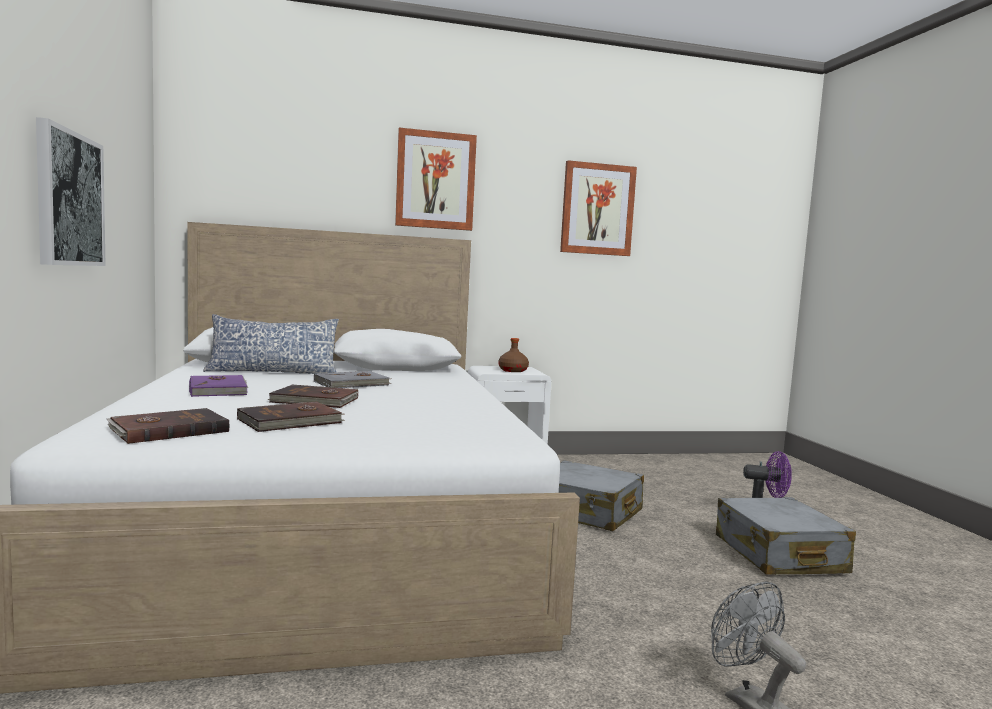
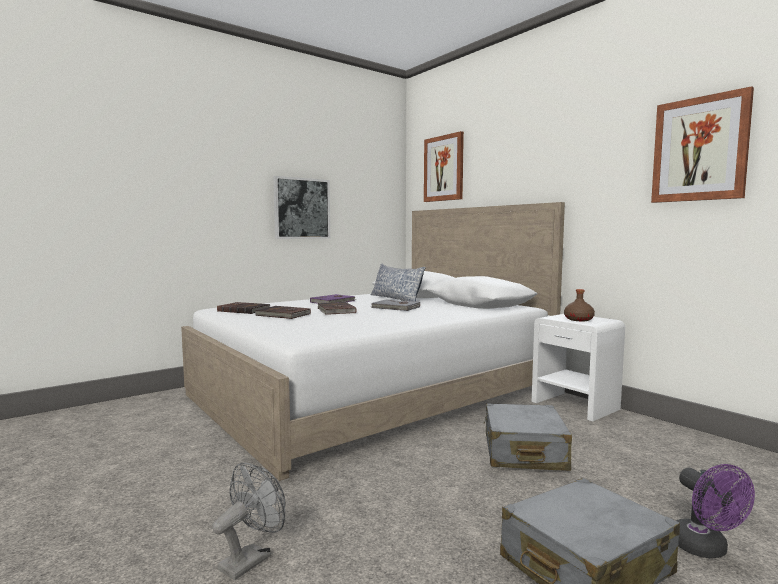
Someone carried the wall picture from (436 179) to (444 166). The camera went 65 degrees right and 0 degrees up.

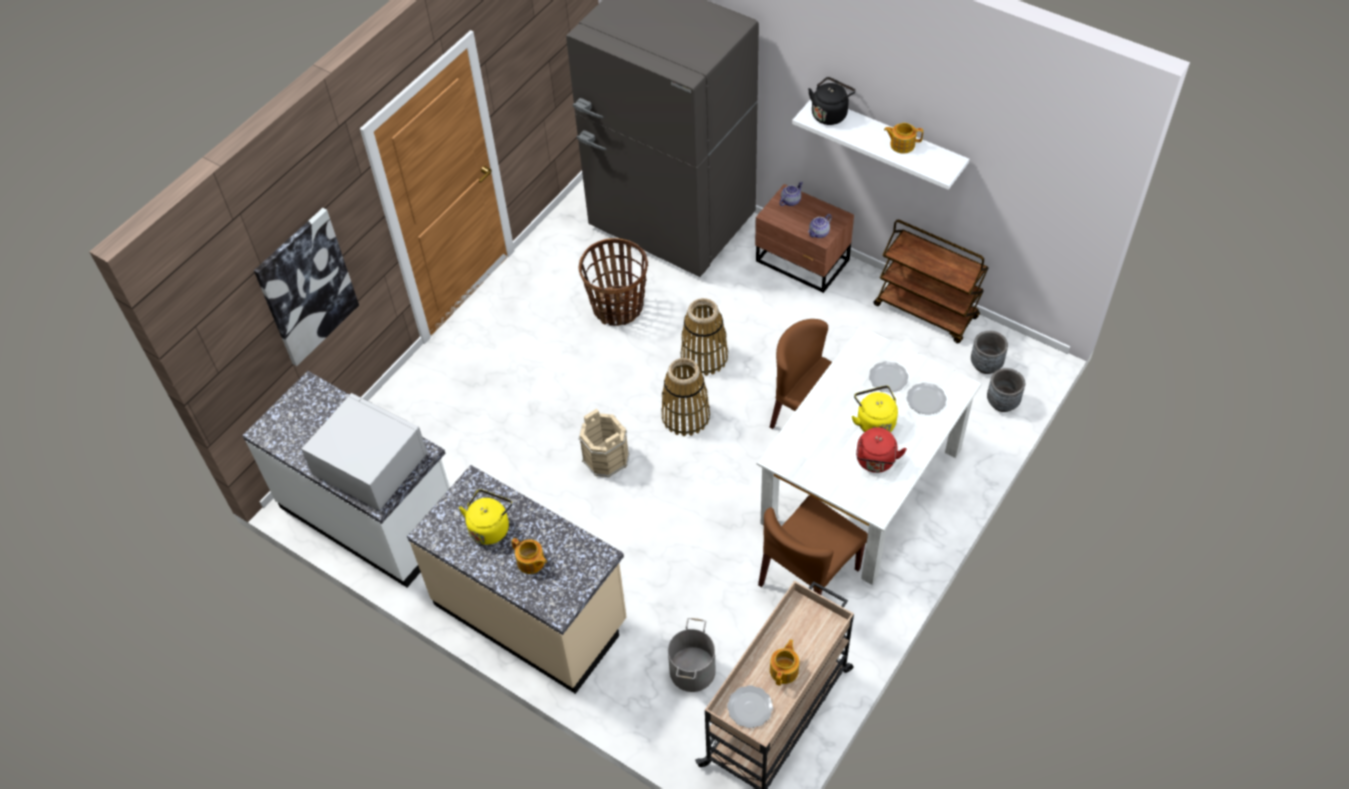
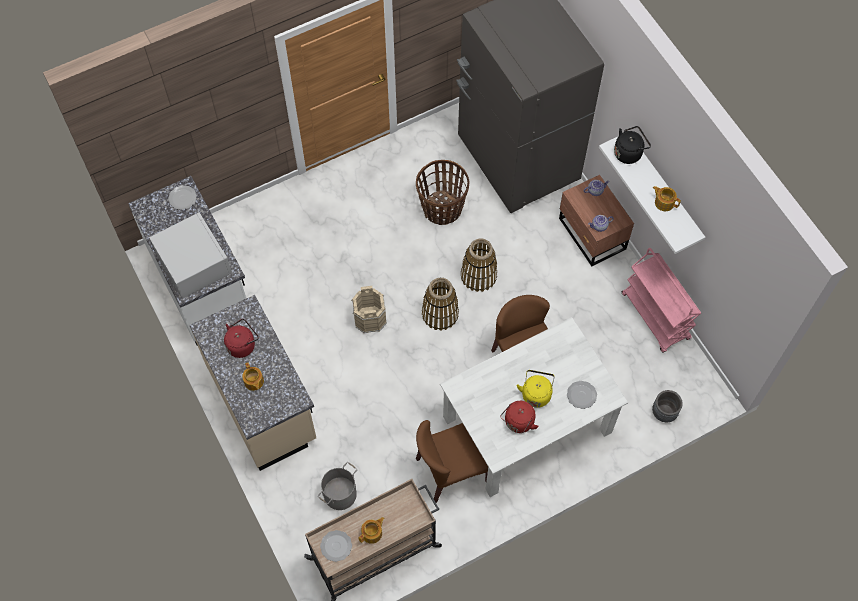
Someone took away the wall picture at (306 287). Someone took away the grey flower pot at (989 352). Someone carried the flat dish from (888 377) to (182 197). Someone repainted the yellow water kettle at (485 517), which became the reddish water kettle at (241 338). Someone repainted the brown-coloured trolley at (931 281), which became the pinkish trolley at (661 300). The camera went 25 degrees right and 10 degrees up.

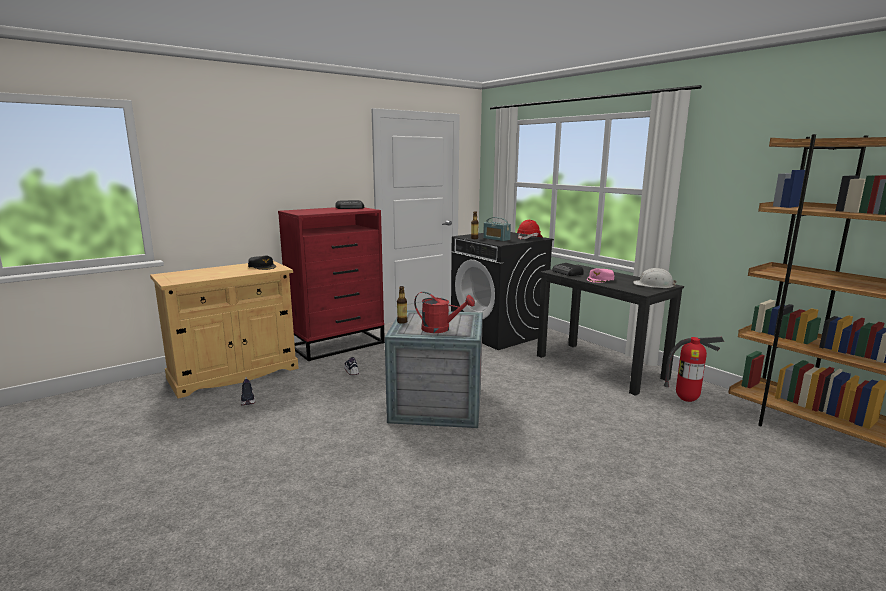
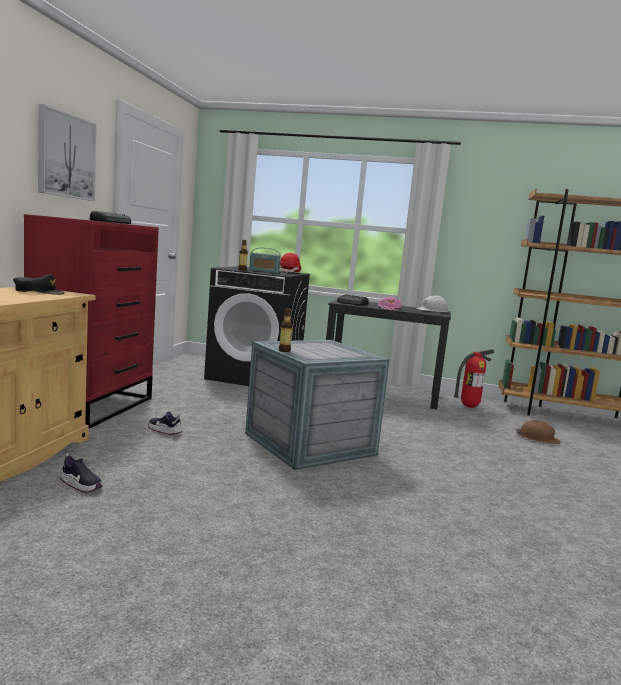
Someone took away the reddish watering pot at (444 312). Someone put up the wall picture at (67 152). Someone put down the brown-coloured safety helmet at (538 432). The camera went 40 degrees left and 5 degrees down.

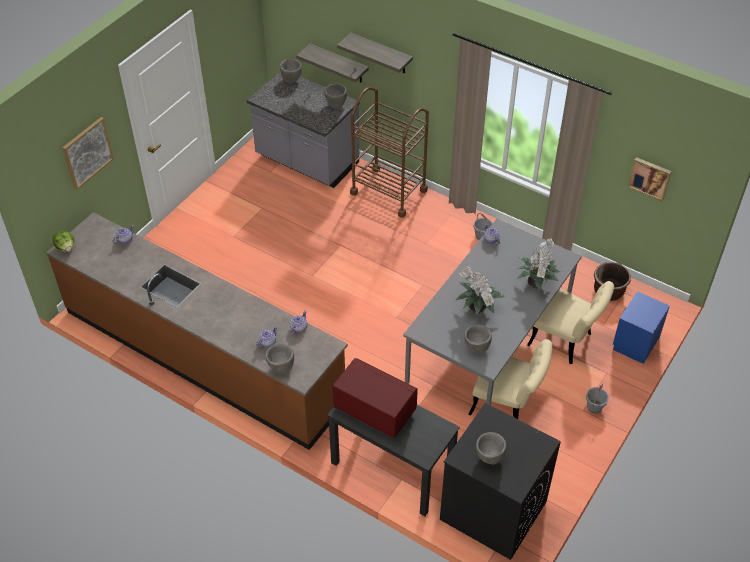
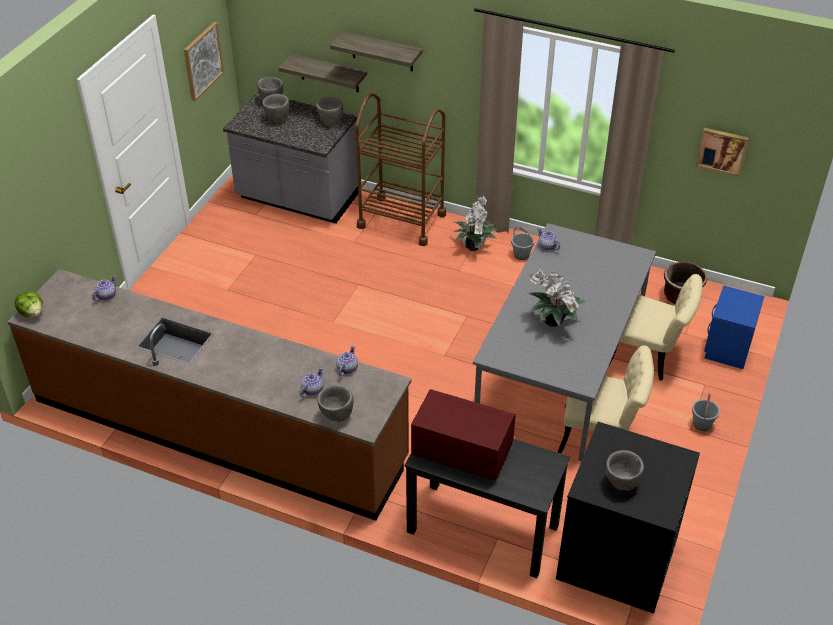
Someone carried the wall picture from (88 153) to (204 61). Someone carried the grey bowl from (478 338) to (275 108). Someone carried the potted plant from (538 264) to (475 223). The camera went 10 degrees left and 5 degrees down.

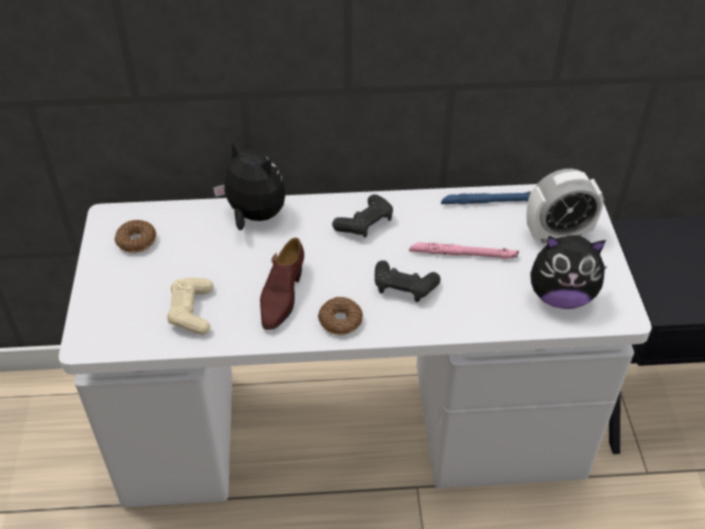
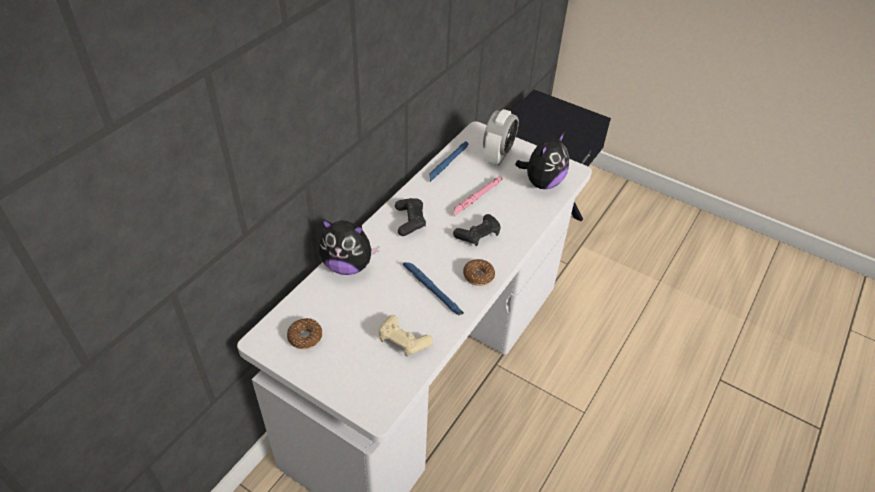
Someone swapped the brown-coloured shoe at (282 284) for the bluish flashlight at (433 288). Someone rotated the soft toy at (249 185) by 150 degrees counterclockwise. The camera went 55 degrees left and 0 degrees up.

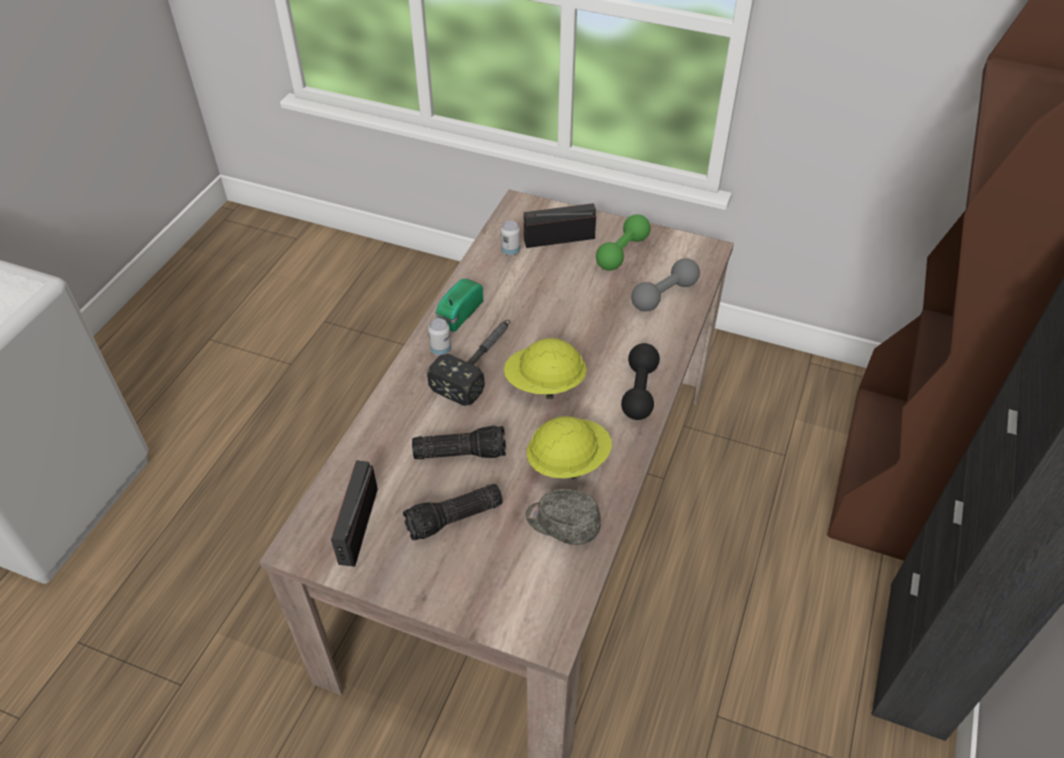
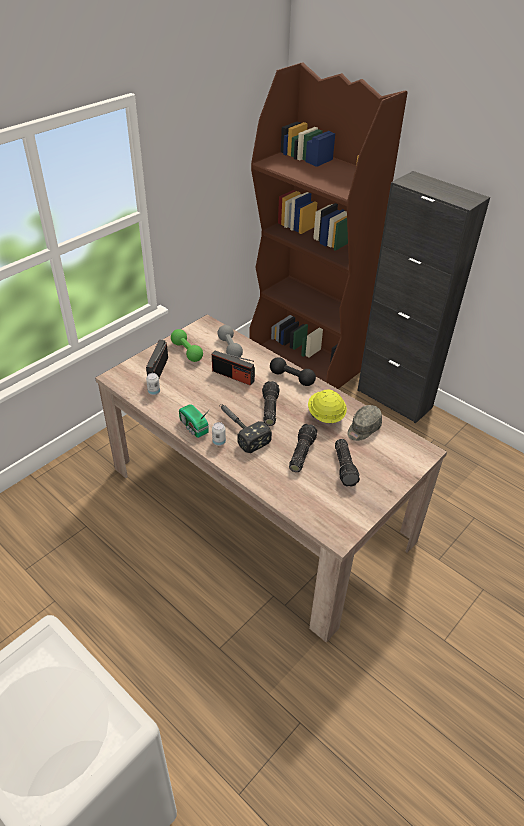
Someone carried the radio from (354 513) to (233 368). Someone swapped the yellow safety helmet at (545 368) for the flashlight at (270 403). The camera went 70 degrees left and 5 degrees down.

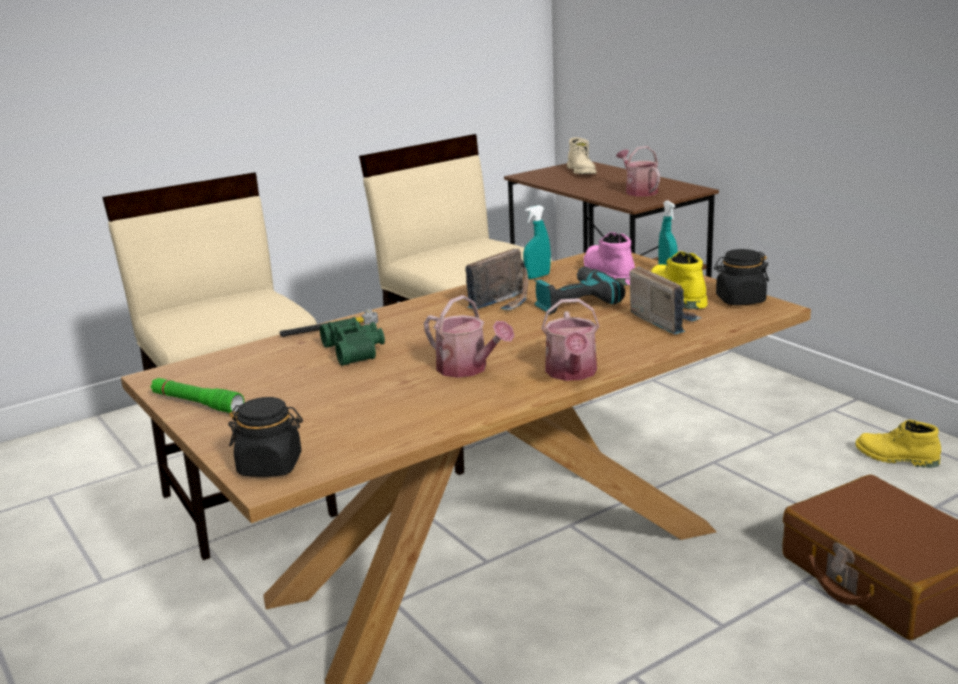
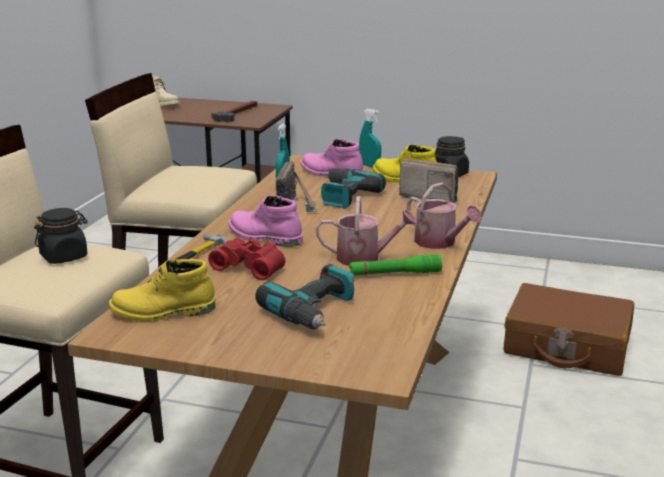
Someone put down the pinkish boot at (266 221). Someone put down the power drill at (304 297). Someone carried the green-coloured flashlight from (197 395) to (395 264). Someone carried the black-coloured storage jar from (265 437) to (61 236). Someone carried the yellow boot from (898 444) to (162 290). Someone swapped the watering pot at (638 171) for the hand hammer at (234 112). Someone repainted the green-coloured pair of binoculars at (352 341), which became the reddish pair of binoculars at (246 259). The camera went 40 degrees left and 0 degrees up.

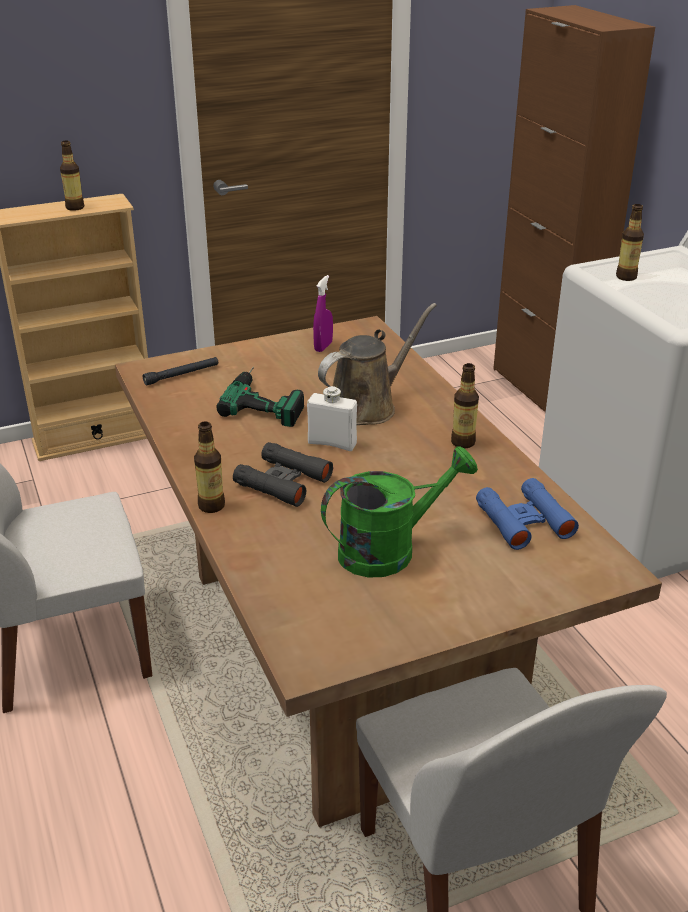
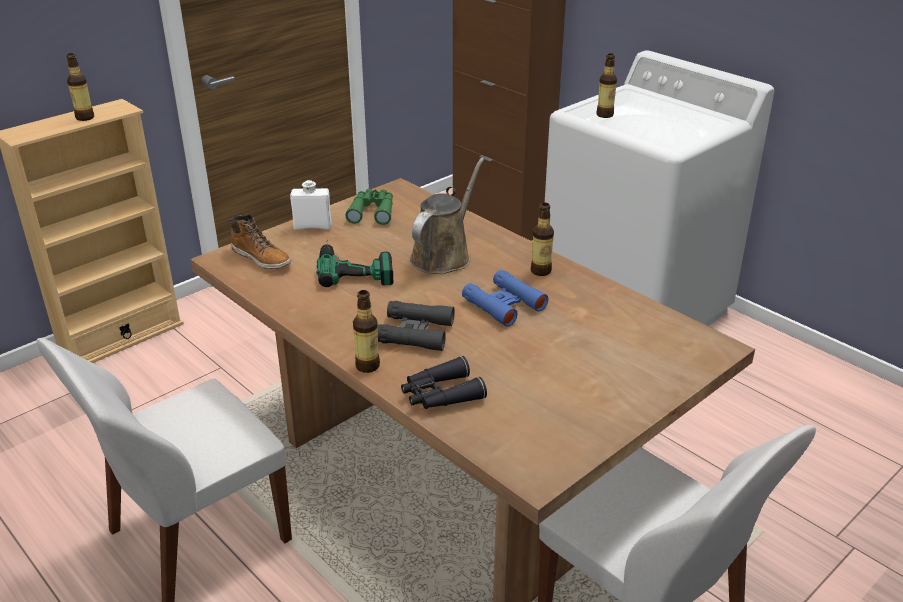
Someone took away the green-coloured watering pot at (399 512). Someone put down the black-coloured pair of binoculars at (444 382). Someone carried the white bottle from (332 418) to (311 205). Someone carried the bluish pair of binoculars from (527 514) to (505 298). Someone swapped the black-coloured flashlight at (180 371) for the boot at (260 241). Someone swapped the purple-coloured spray bottle at (323 313) for the green-coloured pair of binoculars at (369 207). The camera went 20 degrees left and 0 degrees up.

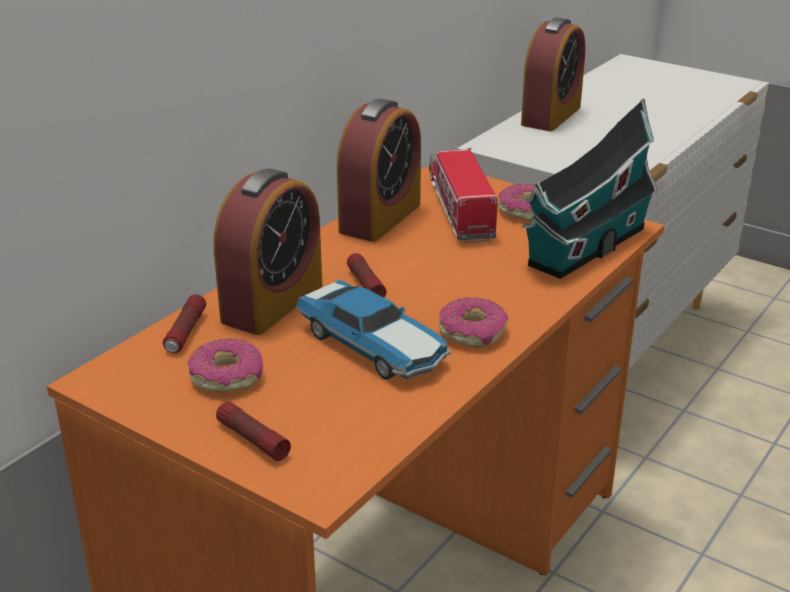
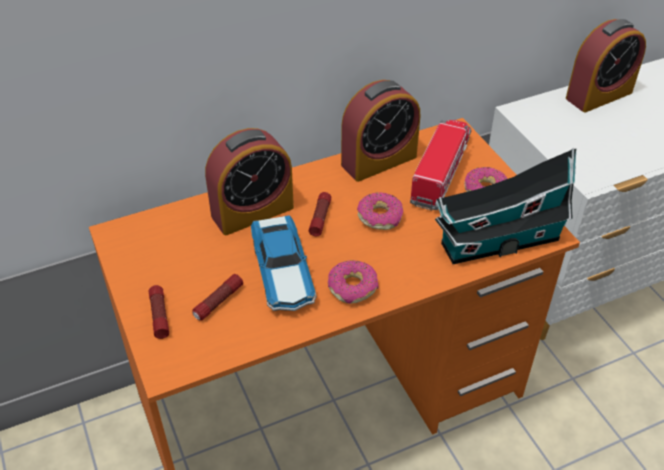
Someone carried the flashlight from (184 323) to (217 297). Someone carried the ring doughnut from (225 365) to (380 211). The camera went 30 degrees right and 15 degrees up.

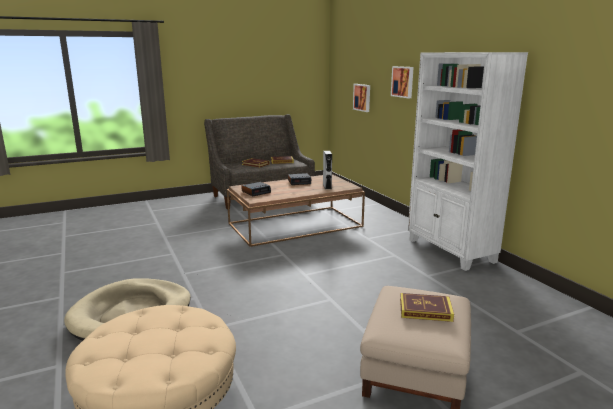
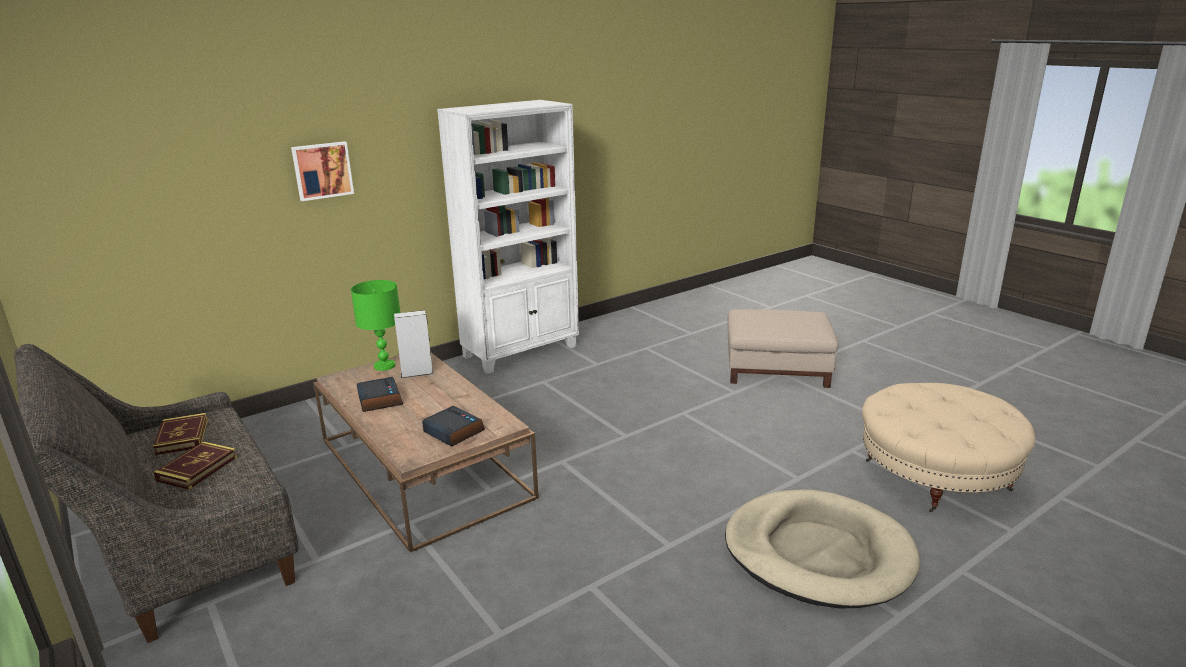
Someone took away the wall picture at (361 98). Someone took away the bound book at (427 307). Someone put down the green-coloured lamp for a table at (375 325). The camera went 100 degrees left and 5 degrees up.

